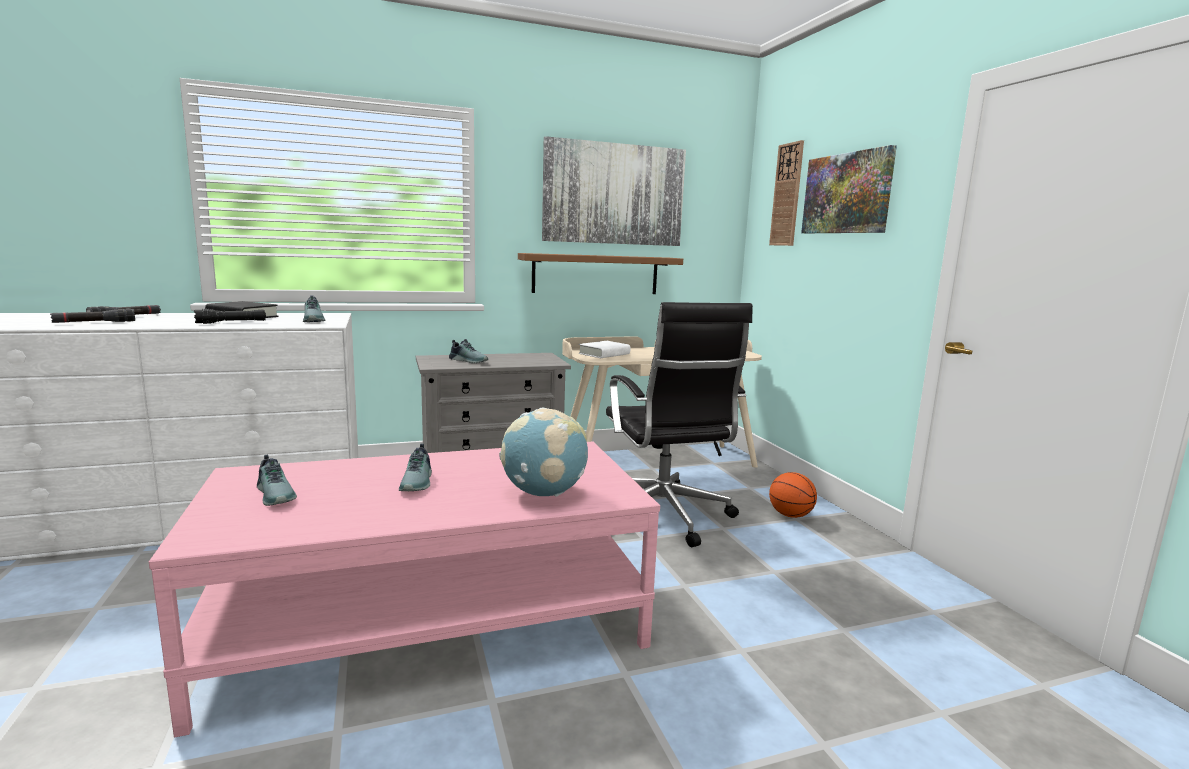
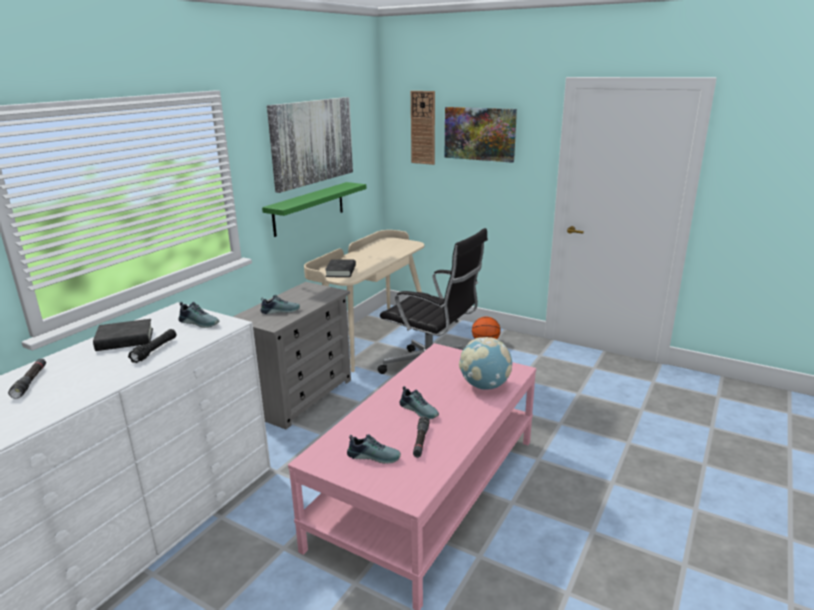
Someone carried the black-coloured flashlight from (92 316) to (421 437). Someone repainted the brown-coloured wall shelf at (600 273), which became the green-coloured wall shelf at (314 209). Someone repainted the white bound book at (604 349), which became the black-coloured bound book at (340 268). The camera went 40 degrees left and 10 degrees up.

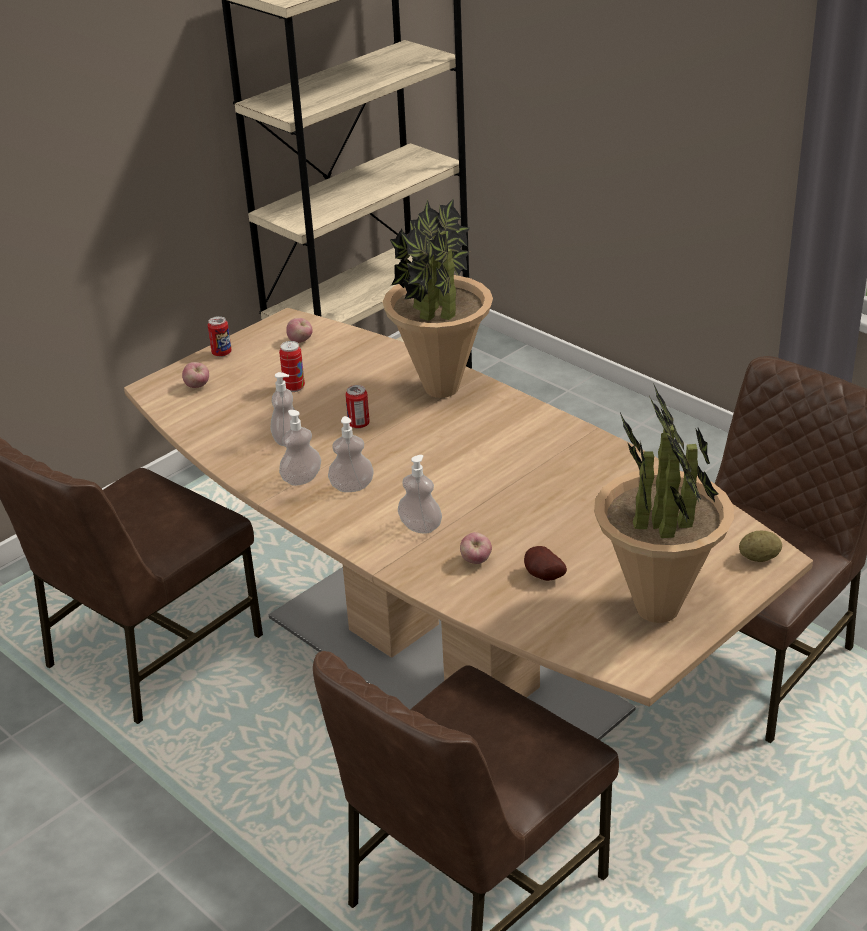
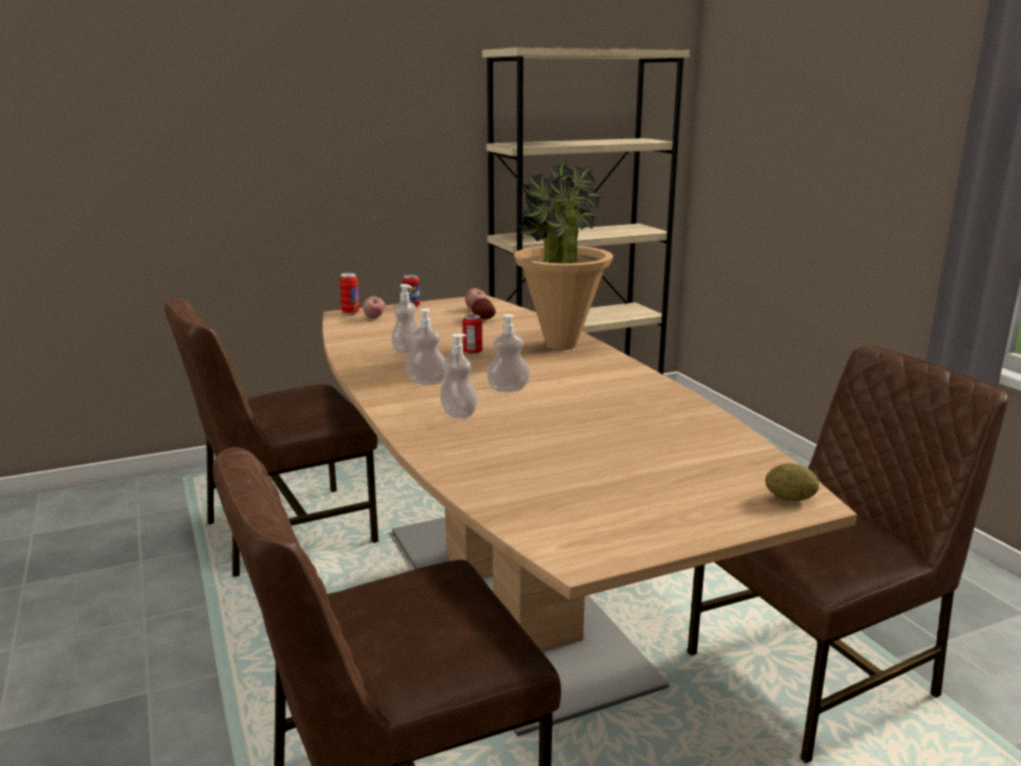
Someone took away the whole apple at (476 548). Someone took away the potted plant at (664 503). Someone carried the metal can from (292 366) to (349 294). Someone carried the liquid soap bottle from (300 448) to (508 353). Someone carried the spud from (545 563) to (484 308). The camera went 20 degrees right and 15 degrees down.

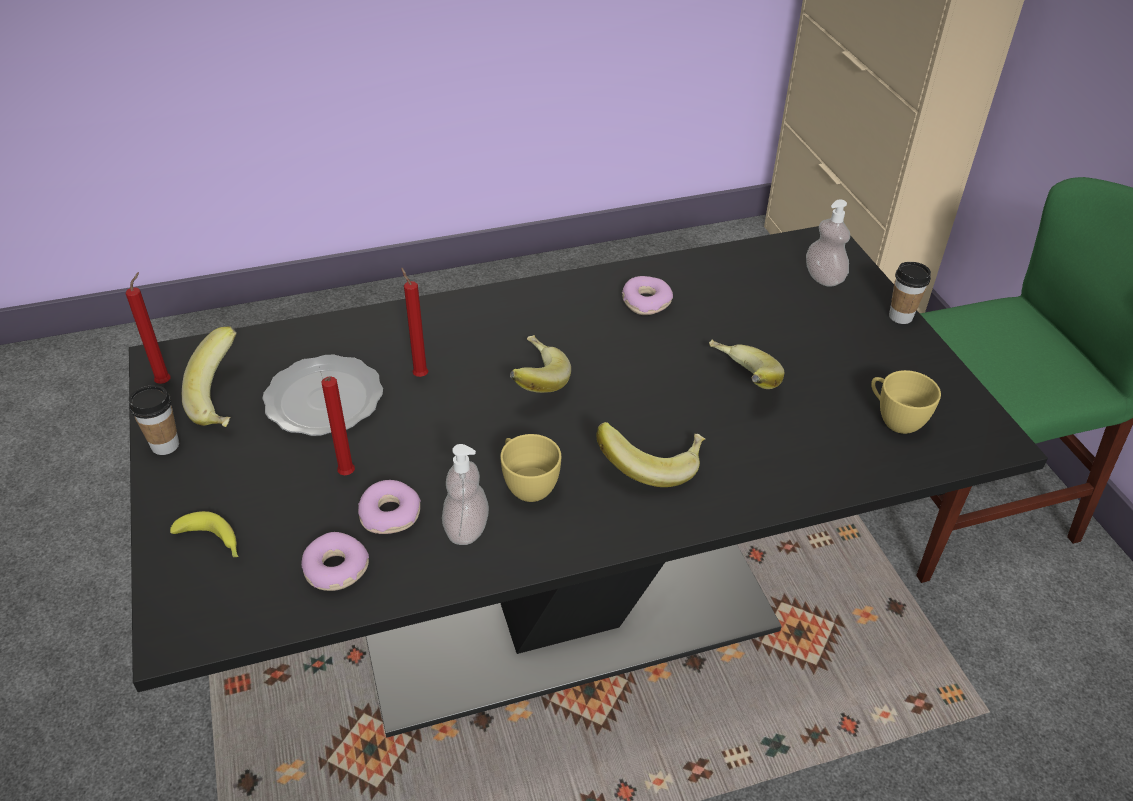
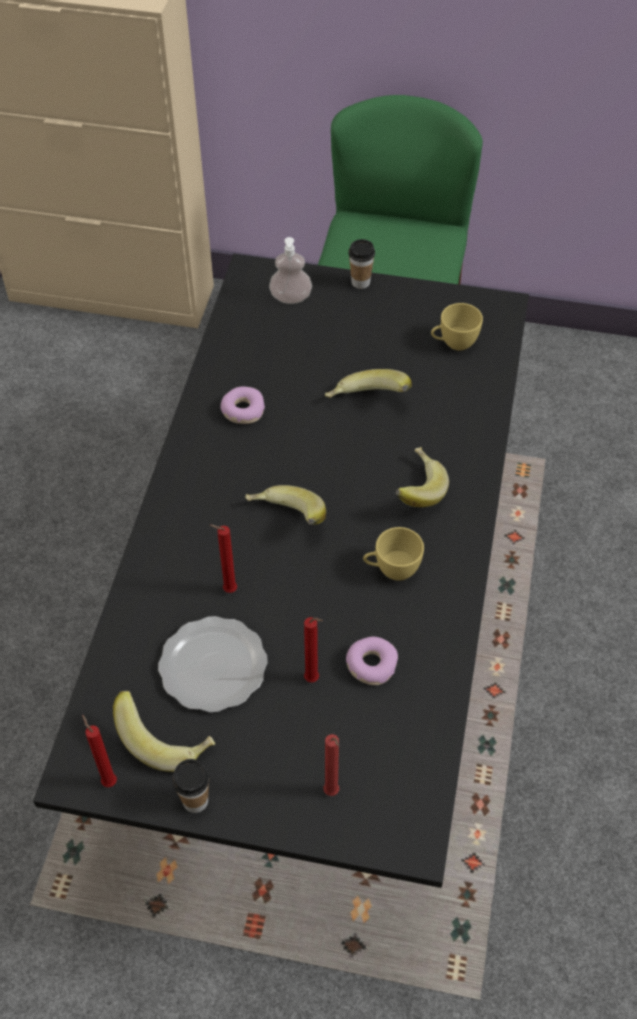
Someone took away the ring doughnut at (335 561). Someone took away the liquid soap bottle at (465 494). Someone swapped the whole banana at (204 534) for the reddish candle at (331 765). The camera went 60 degrees left and 10 degrees up.

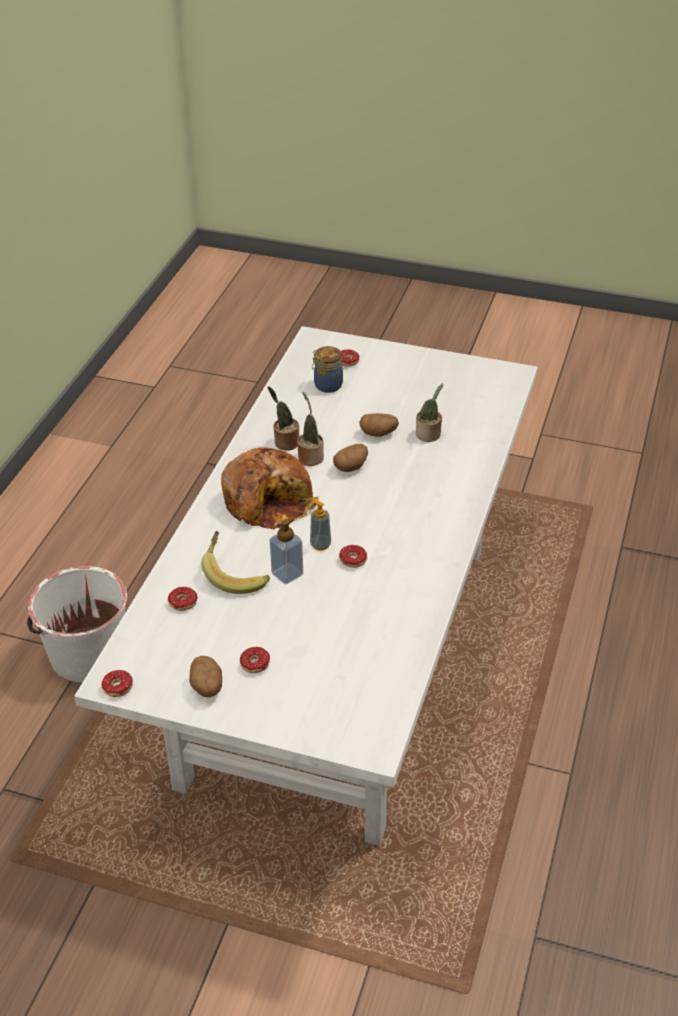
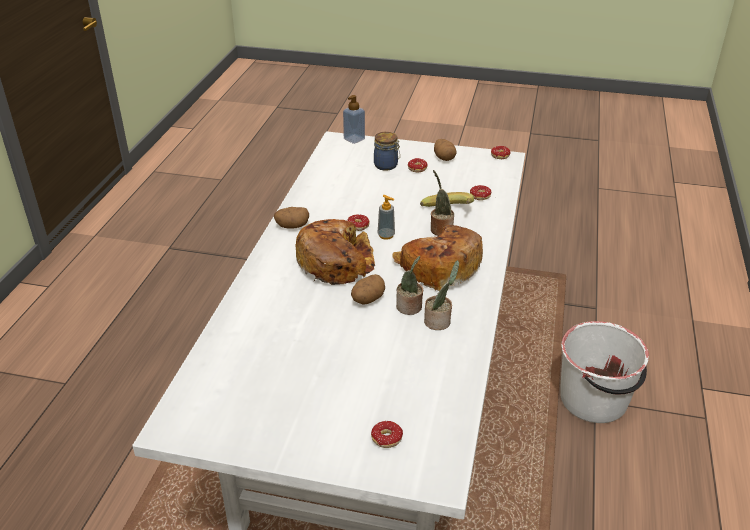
Someone put down the bread at (335 252). Someone carried the liquid soap bottle from (286 550) to (354 119). Someone carried the storage jar from (327 369) to (387 151). Someone carried the spud from (379 425) to (291 218). Someone carried the potted plant from (429 413) to (442 203). The camera went 175 degrees right and 5 degrees down.

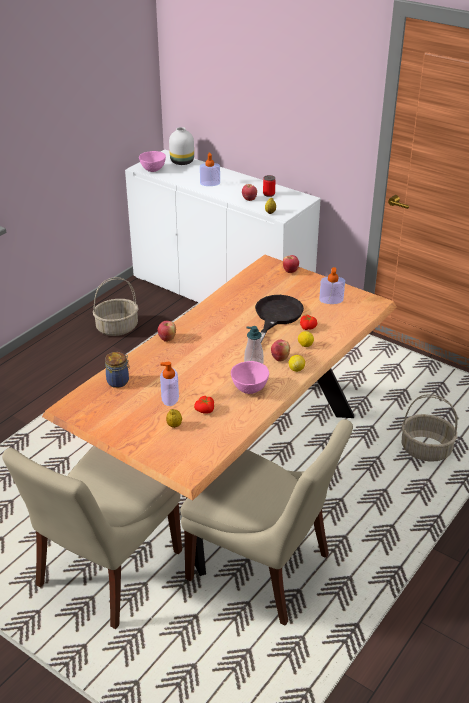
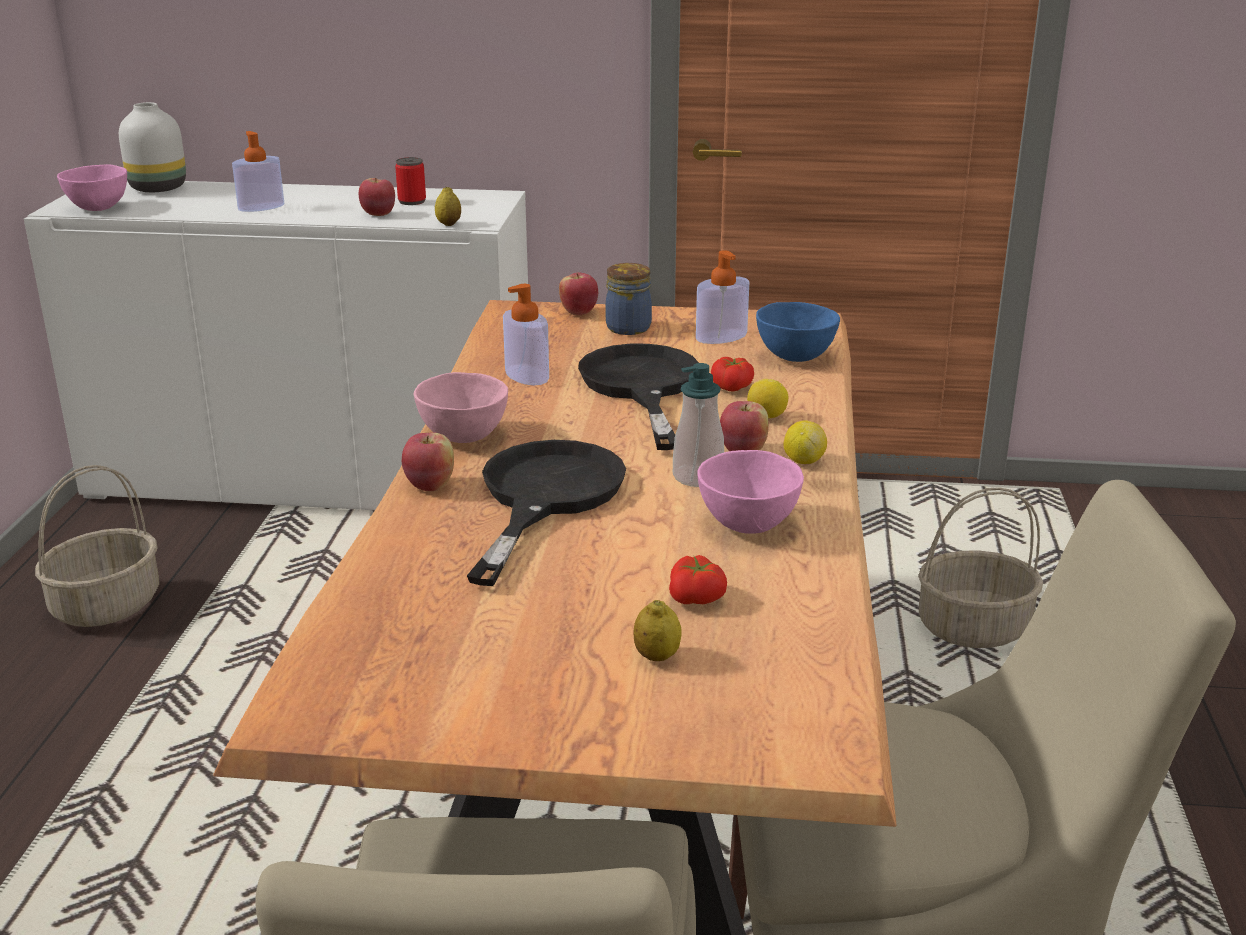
Someone put down the pinkish bowl at (461 407). Someone put down the black-coloured frying pan at (546 513). Someone put down the bluish bowl at (798 332). Someone carried the storage jar from (117 370) to (628 299). Someone carried the liquid soap bottle from (169 384) to (526 334). The camera went 30 degrees left and 10 degrees down.

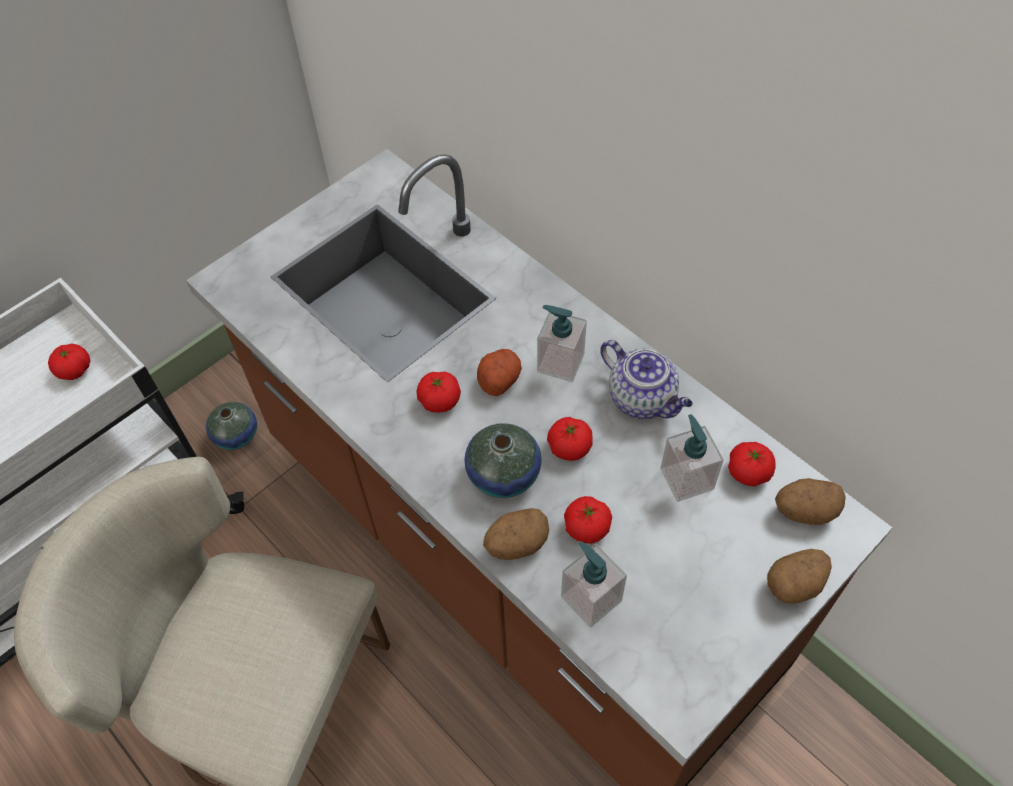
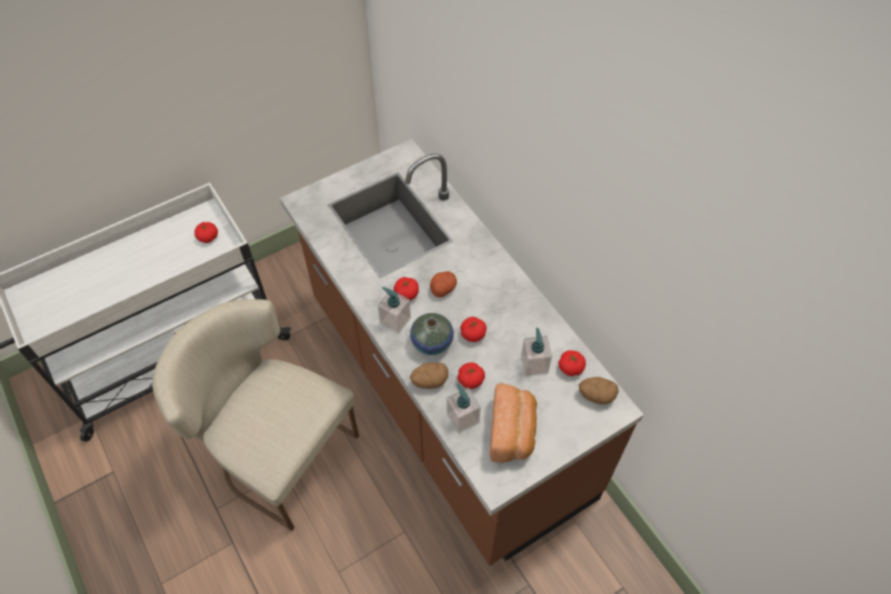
Someone took away the flower vase at (231 426). Someone took away the teapot at (646 379). Someone took away the spud at (799 576). Someone put down the bread at (513 423). Someone carried the liquid soap bottle from (562 343) to (394 310). The camera went 10 degrees right and 0 degrees up.

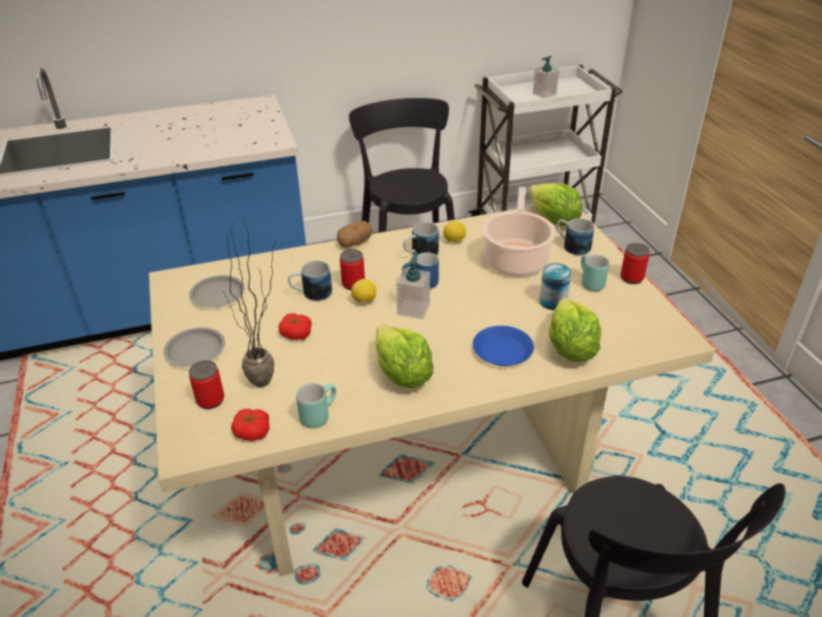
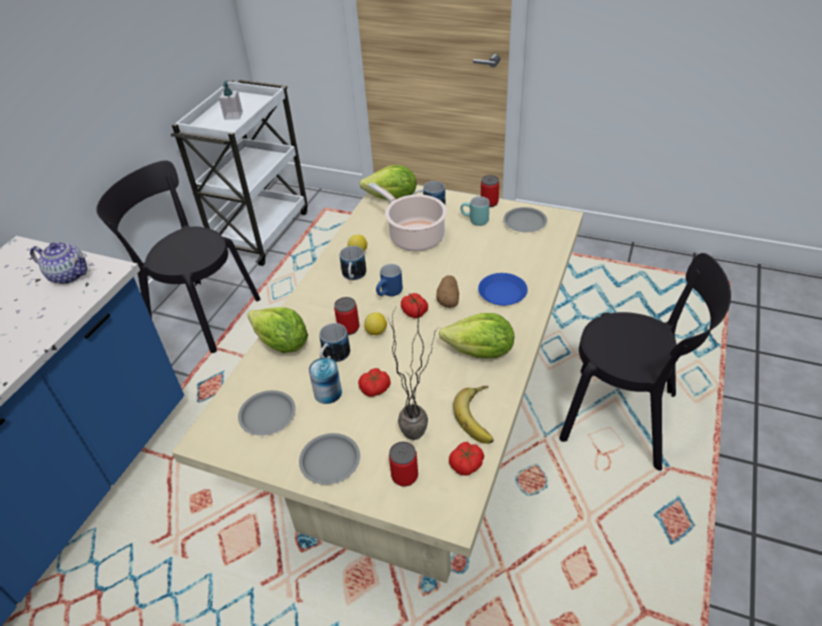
Someone put down the teapot at (58 263). Someone put down the grey flat dish at (525 219). Someone carried the spud from (355 234) to (447 291). Someone carried the metal can from (555 286) to (325 381). Someone carried the lettuce from (575 330) to (277 330). Someone swapped the turquoise coffee mug at (316 405) for the whole banana at (473 415). Someone swapped the liquid soap bottle at (413 286) for the whole tomato at (414 305). The camera went 50 degrees left and 5 degrees up.

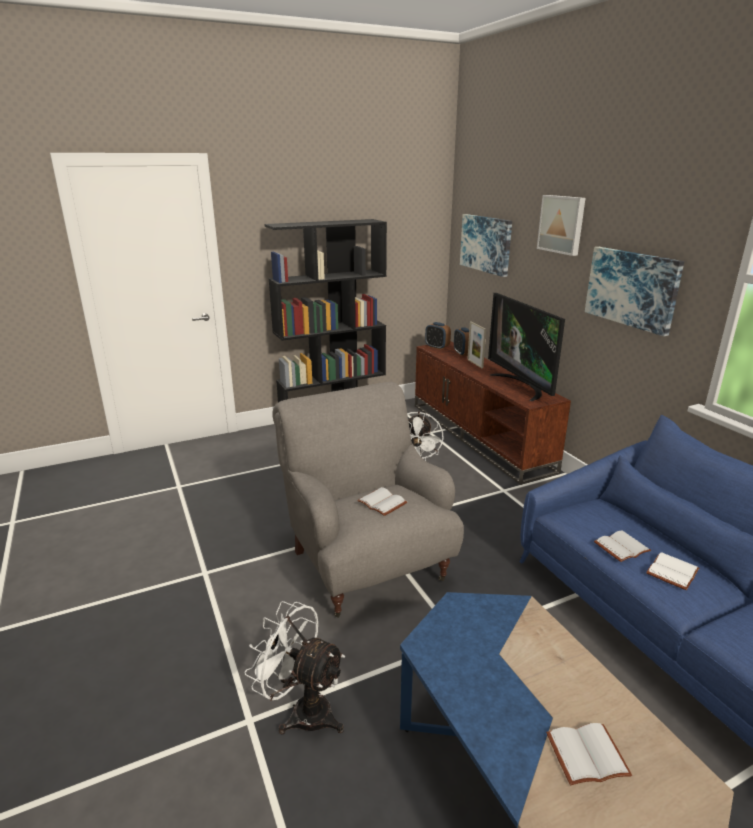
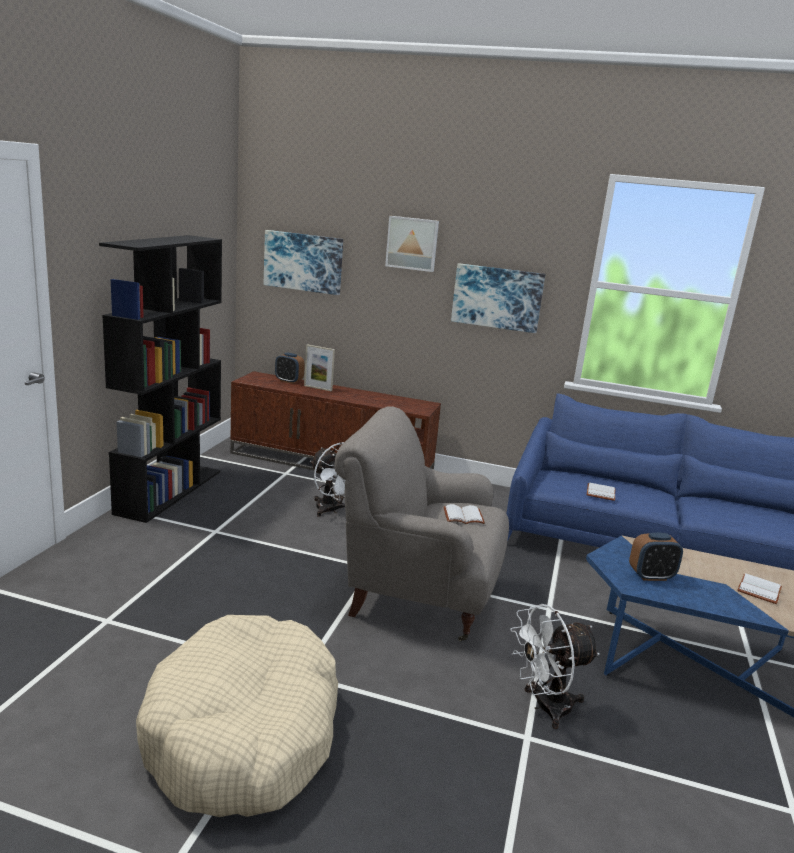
Someone took away the TV at (526 347). Someone took away the white bound book at (673 571). Someone put down the sand-coloured dog bed at (237 716). Someone carried the bedside clock from (438 336) to (656 557). The camera went 50 degrees left and 5 degrees down.

